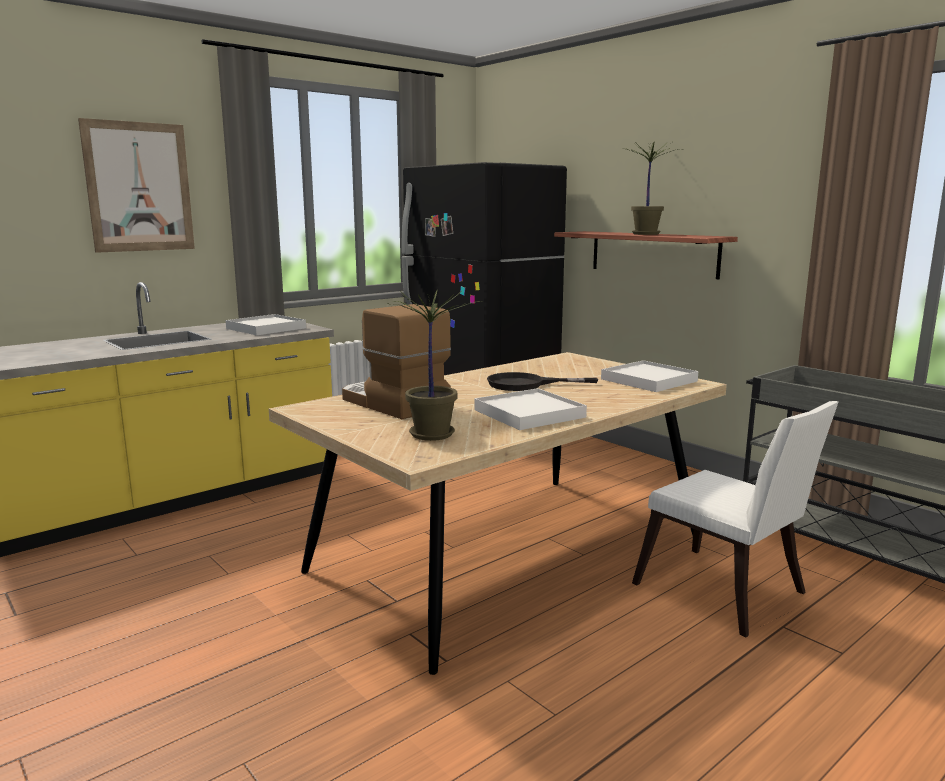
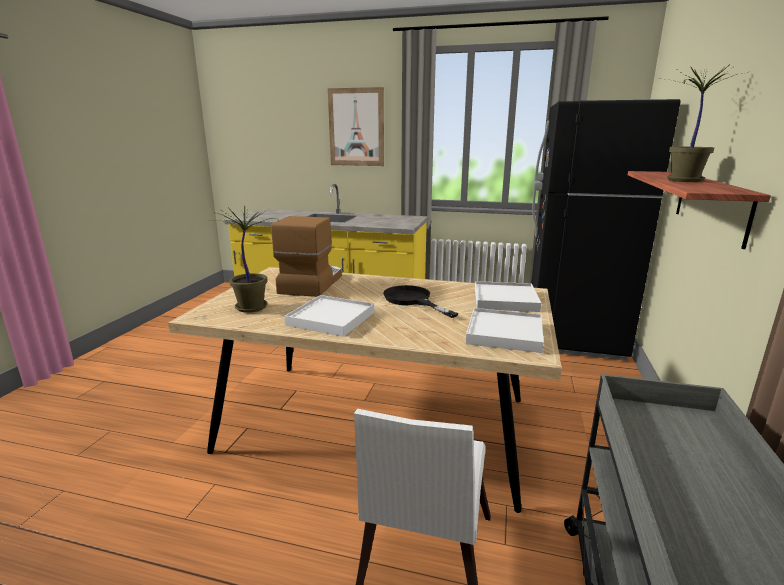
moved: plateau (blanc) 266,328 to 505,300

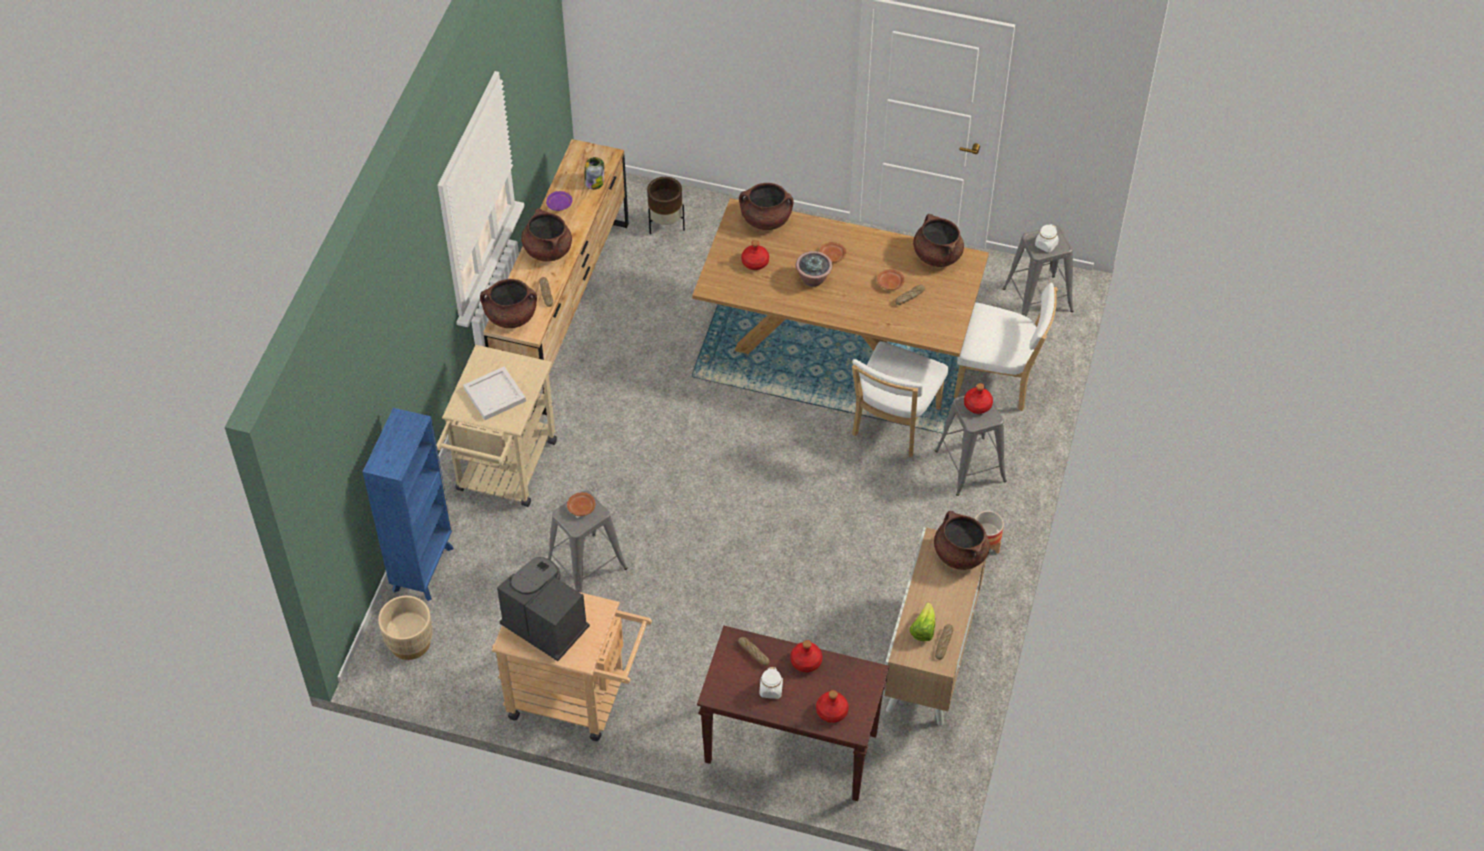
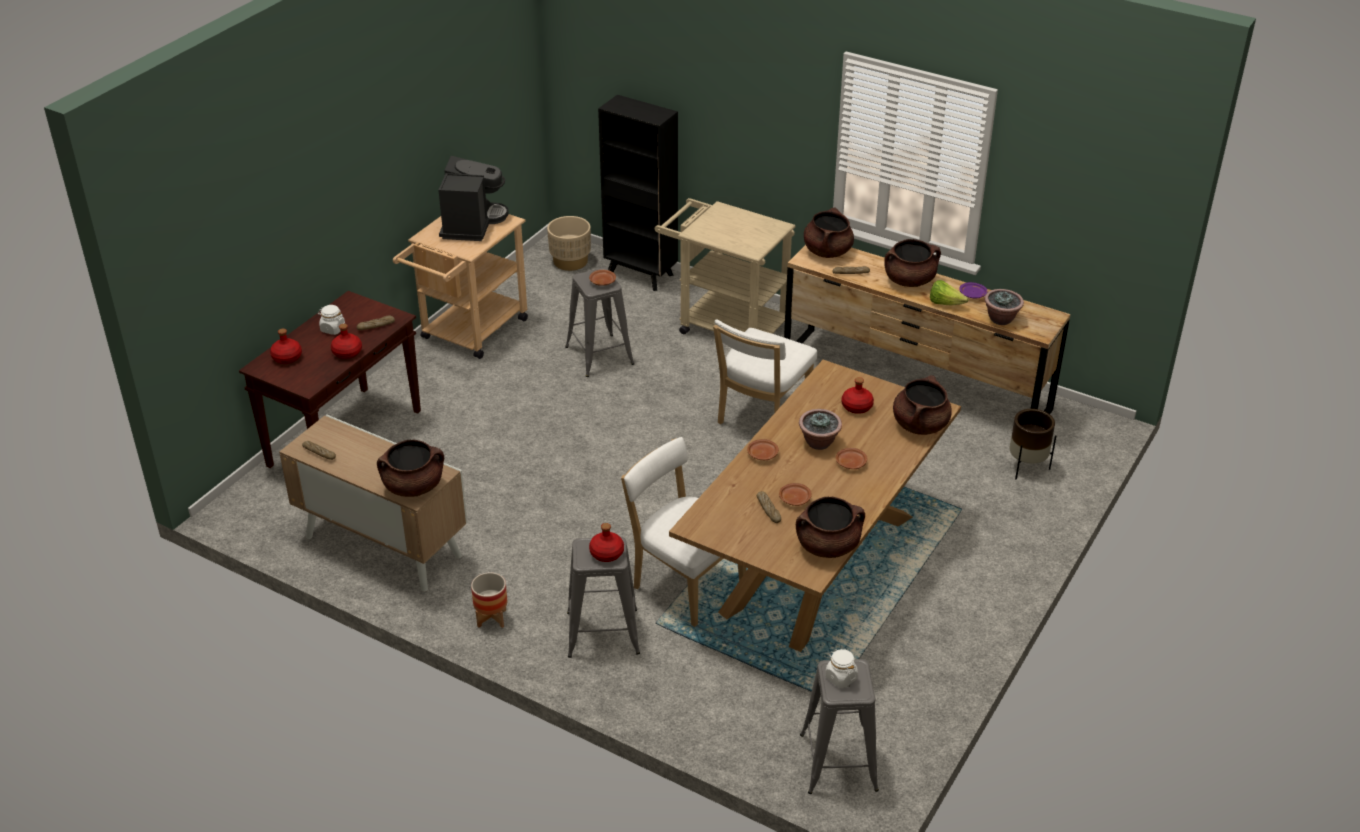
removed: plateau (blanc) 493,395
added: assiette (marron) 762,454
moved: chaise (blanc) 999,381 to 761,417; laitue 923,629 to 945,303
replaced: bocal 594,182 to plante en pot 1001,319
recoloured: bibliothèque (bleu) 424,567 to bibliothèque (noir) 641,275
turned: machine à café 545,623 = 471,223 45 degrees counterclockwise

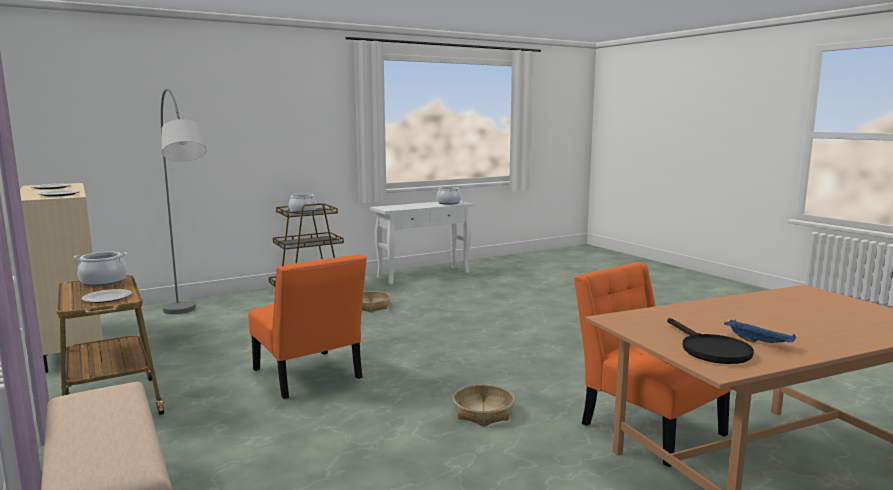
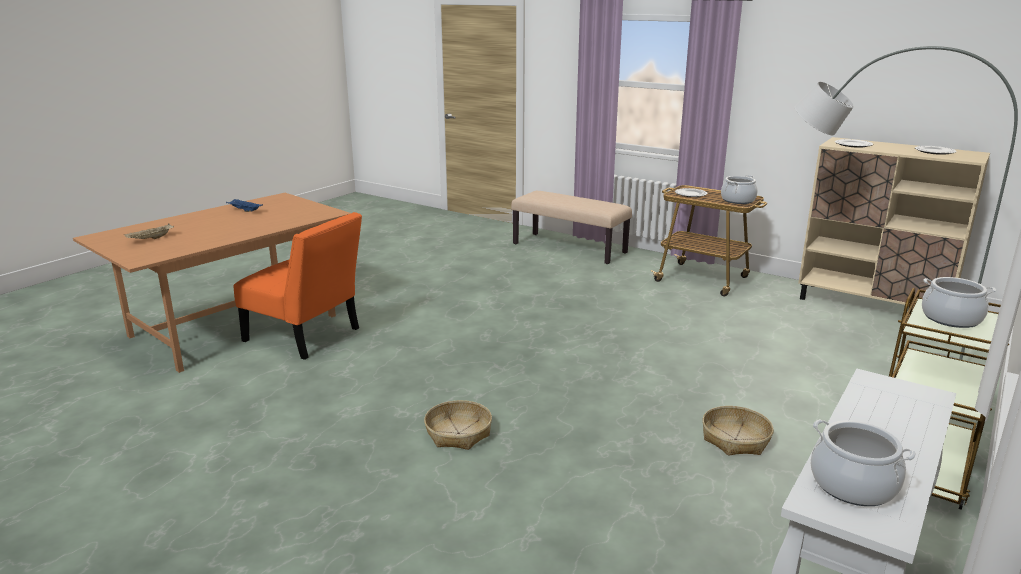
removed: chaise (orange) 309,376; poêle (noir) 709,350
added: plateau (beige) 150,239
moved: panier 483,413 to 458,433

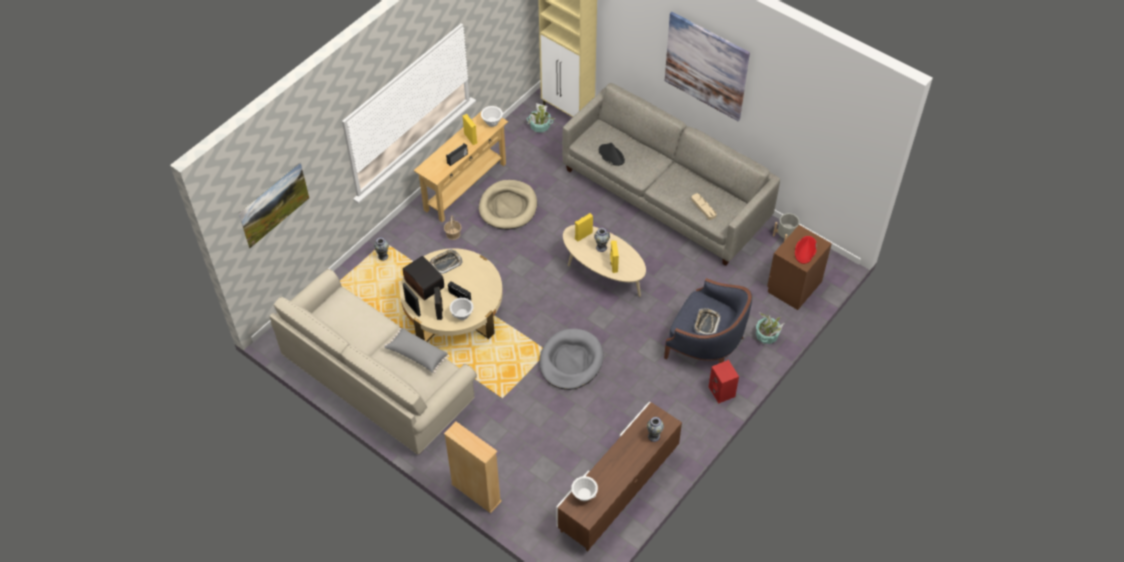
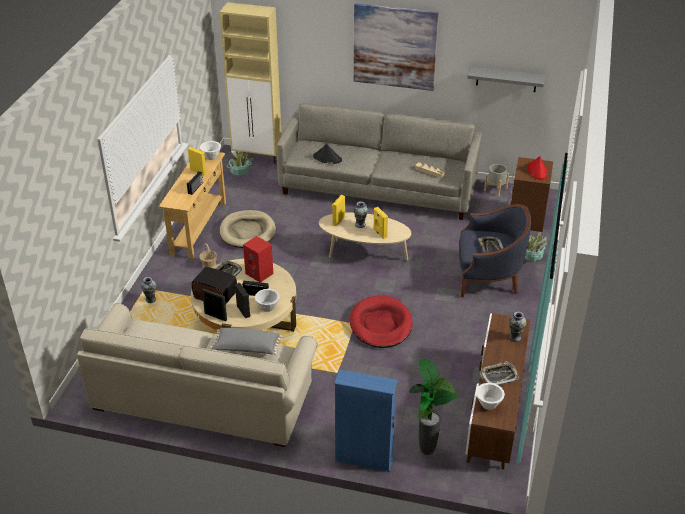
removed: tableau 277,214
added: plante en pot 427,450; étagère (gris) 506,79; plateau 499,376
moved: enceinte (rouge) 722,392 to 260,273
recoloured: bibliothèque (beige) 476,493 to bibliothèque (bleu) 364,459; panier pour chien (gris) 571,361 to panier pour chien (rouge) 381,324

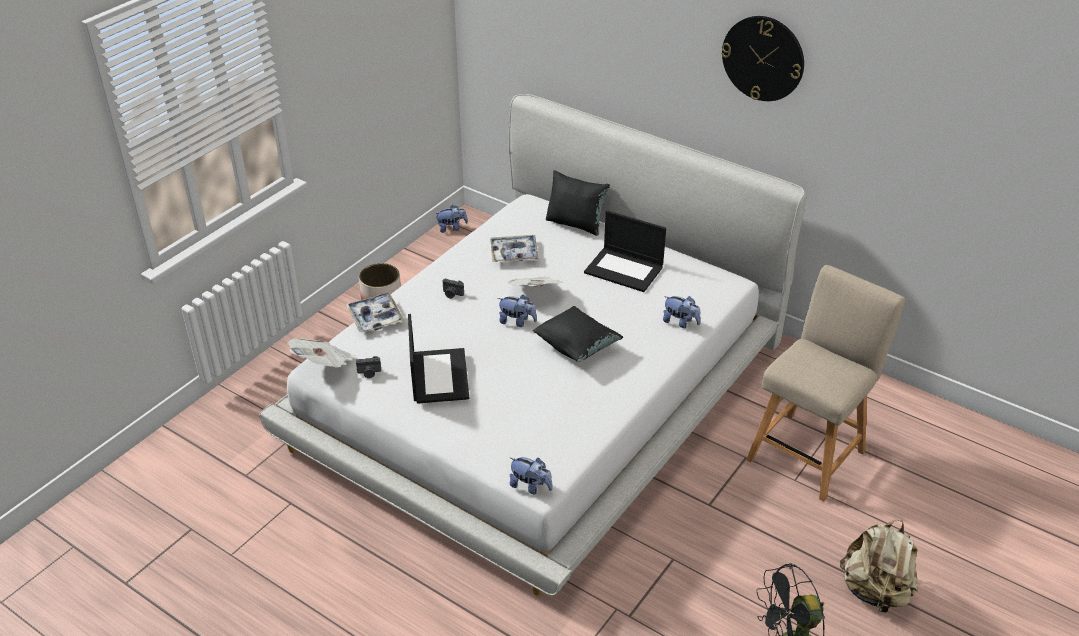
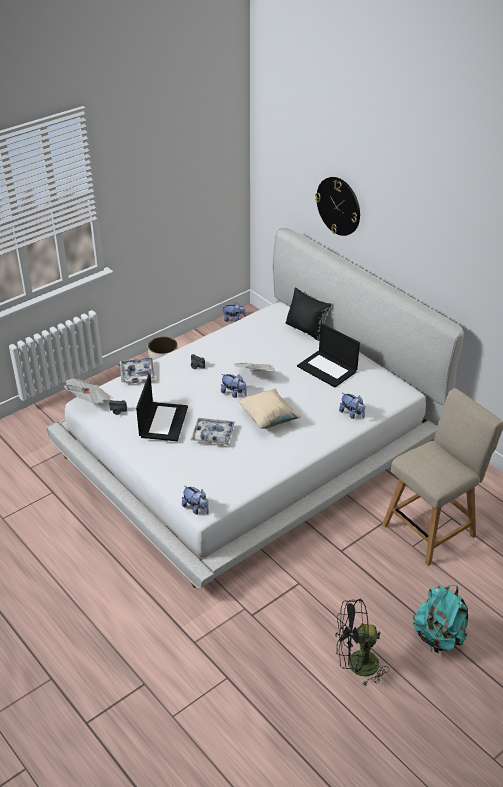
moved: plateau 514,253 to 213,435; horloge murale 763,58 to 338,206
recoloured: coussin (noir) 576,347 to coussin (beige) 268,419; sac à dos (beige) 875,591 to sac à dos (turquoise) 438,637

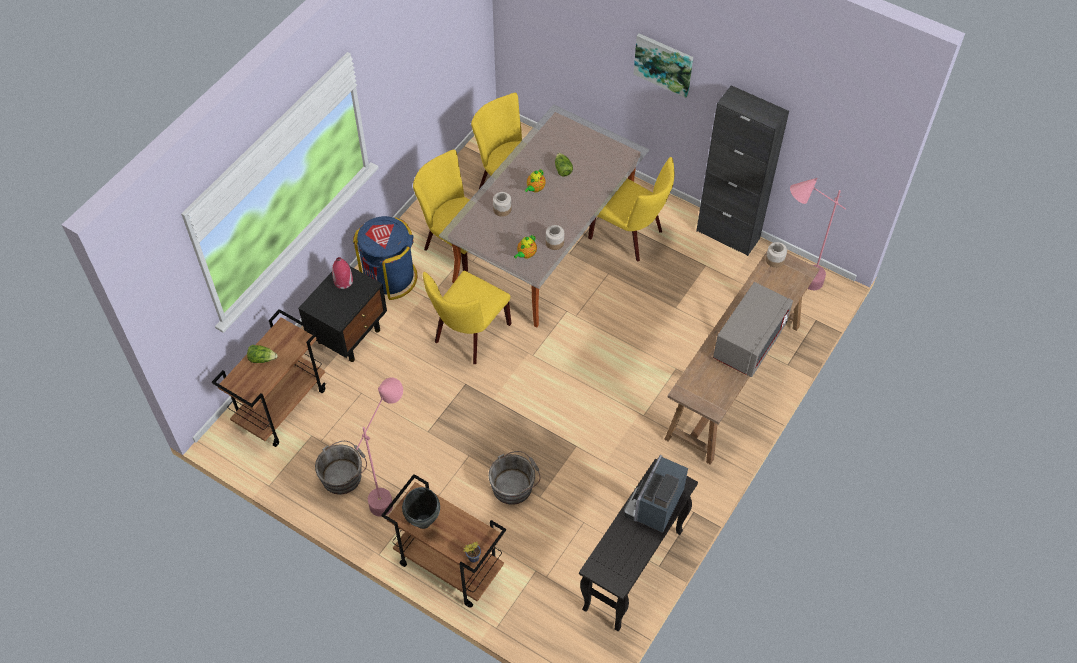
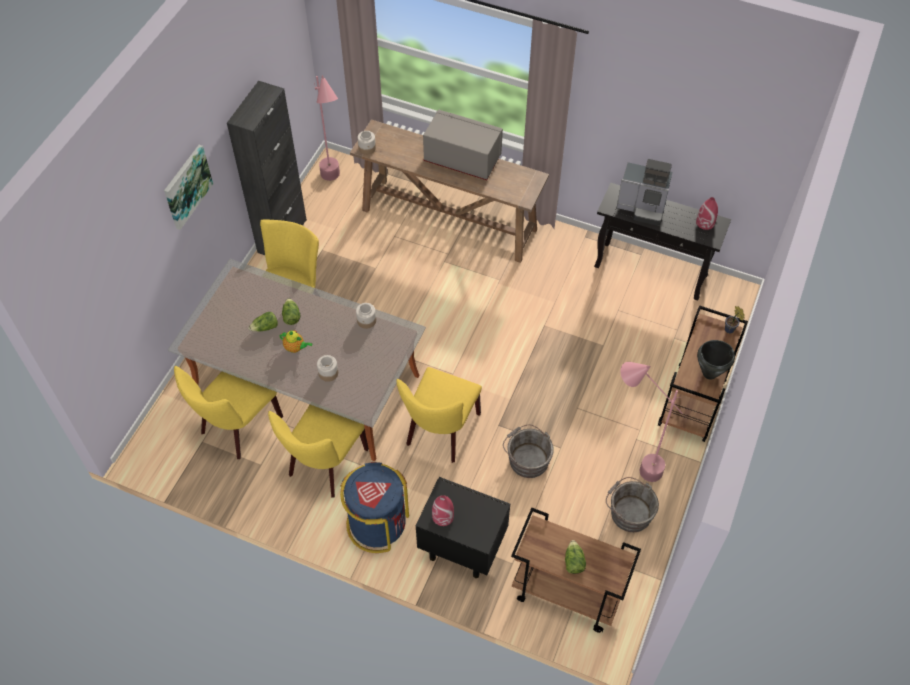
removed: théière 526,254
added: laitue 291,316; vase (rouge) 705,222
moved: seau (gris) 514,485 to 527,458
turned: chaise (jaune) 469,335 = 440,432 90 degrees clockwise

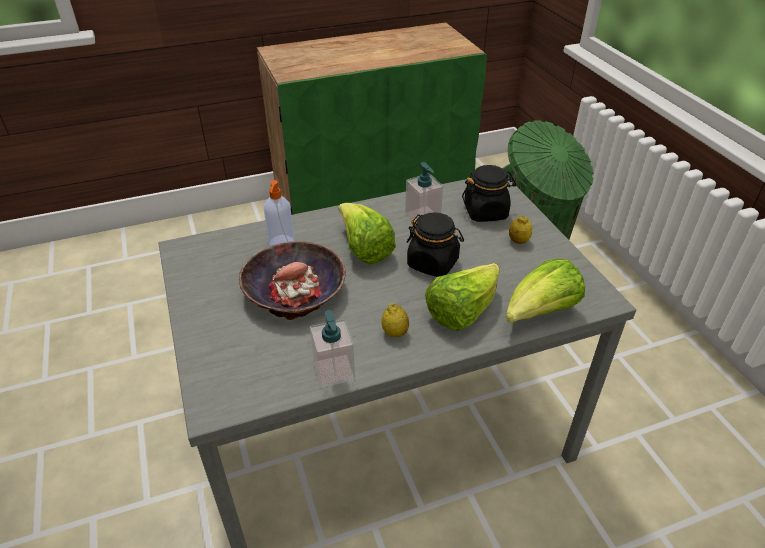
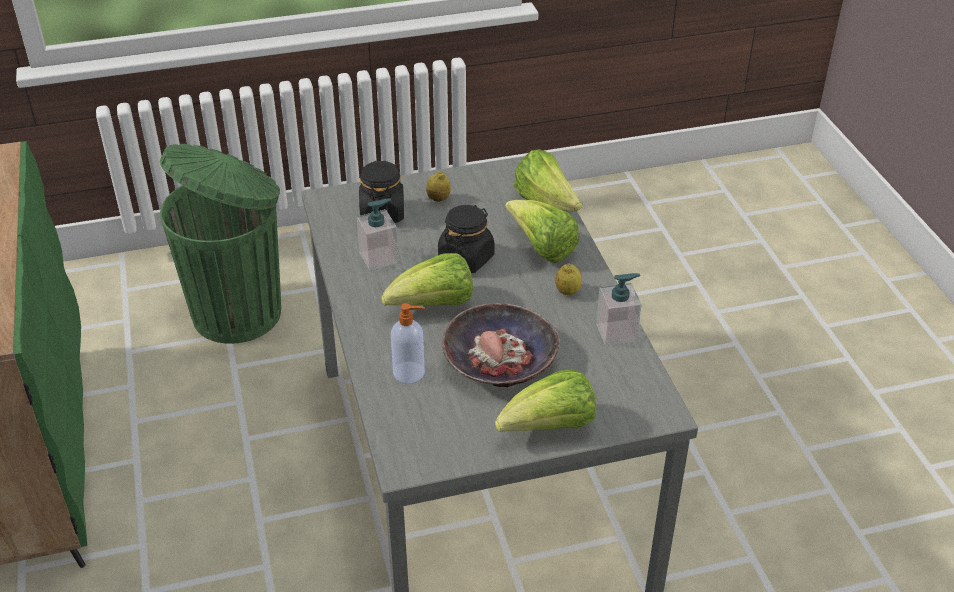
added: laitue 550,427

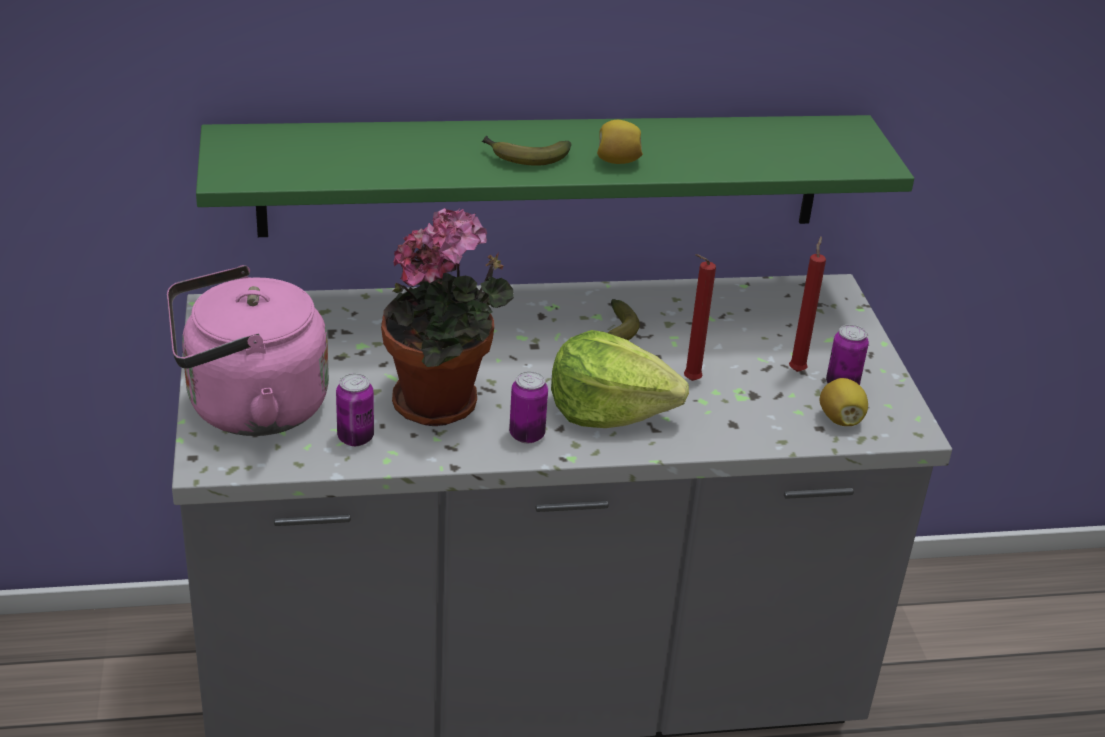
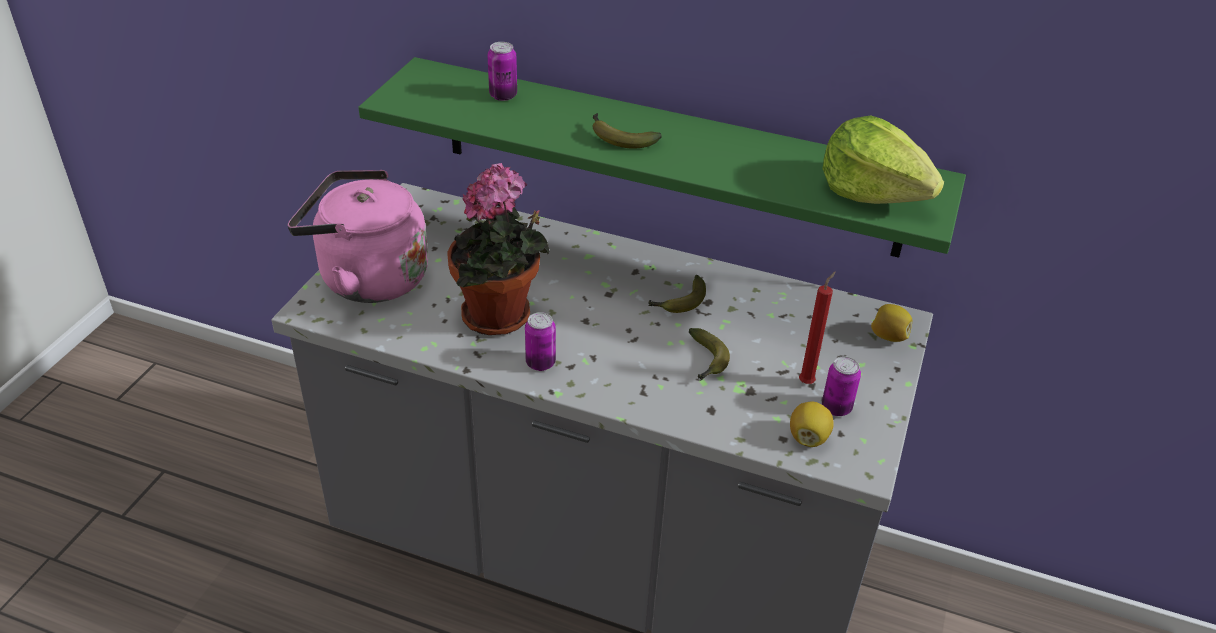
moved: boîte métallique 355,438 to 503,95; laitue 609,410 to 872,192; citron 617,161 to 888,336
replaced: bougie (rouge) 689,381 to banane 706,361

